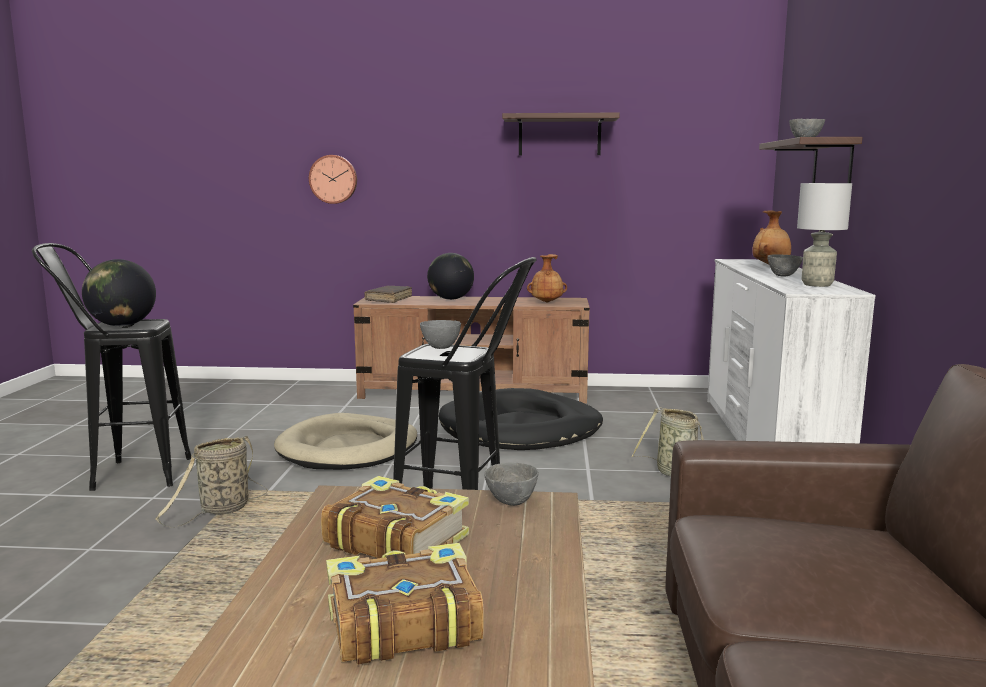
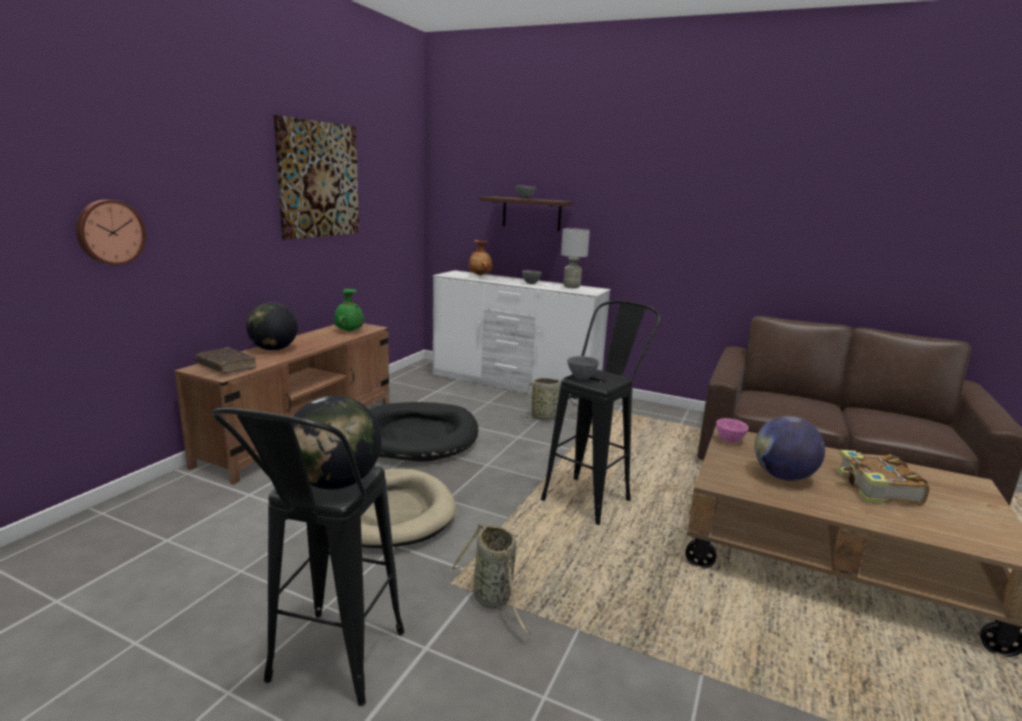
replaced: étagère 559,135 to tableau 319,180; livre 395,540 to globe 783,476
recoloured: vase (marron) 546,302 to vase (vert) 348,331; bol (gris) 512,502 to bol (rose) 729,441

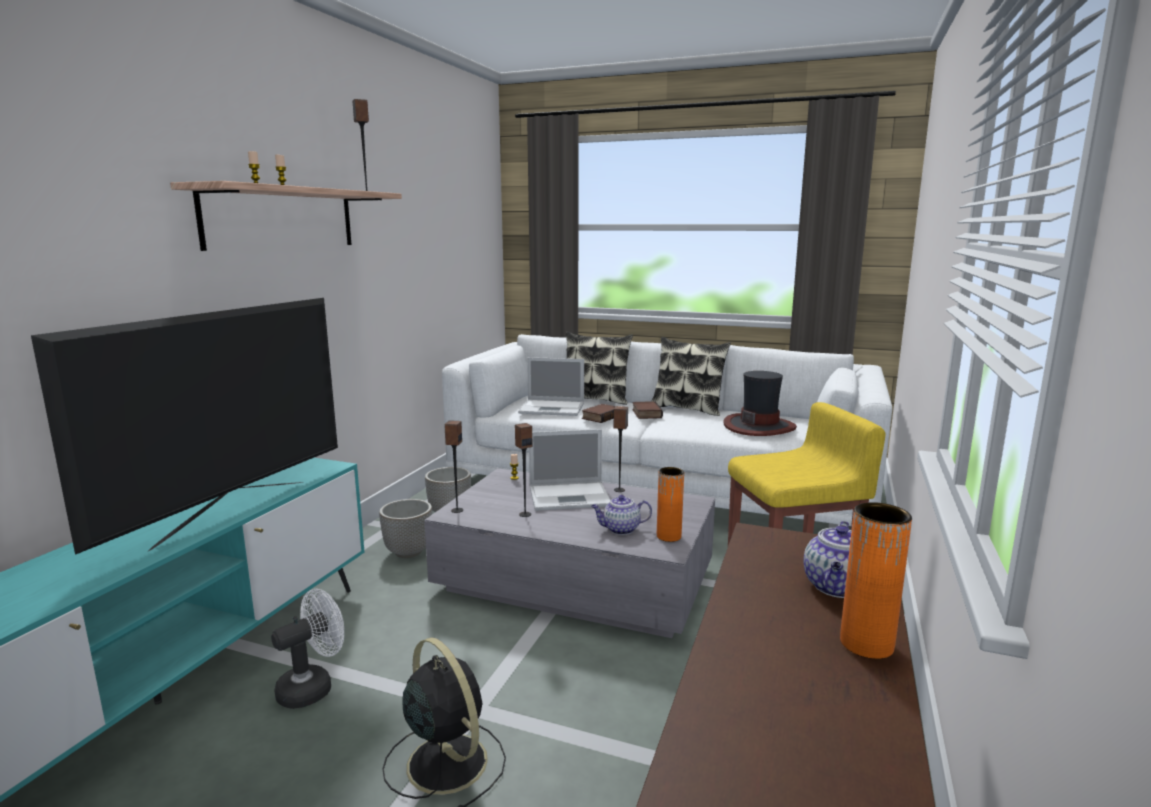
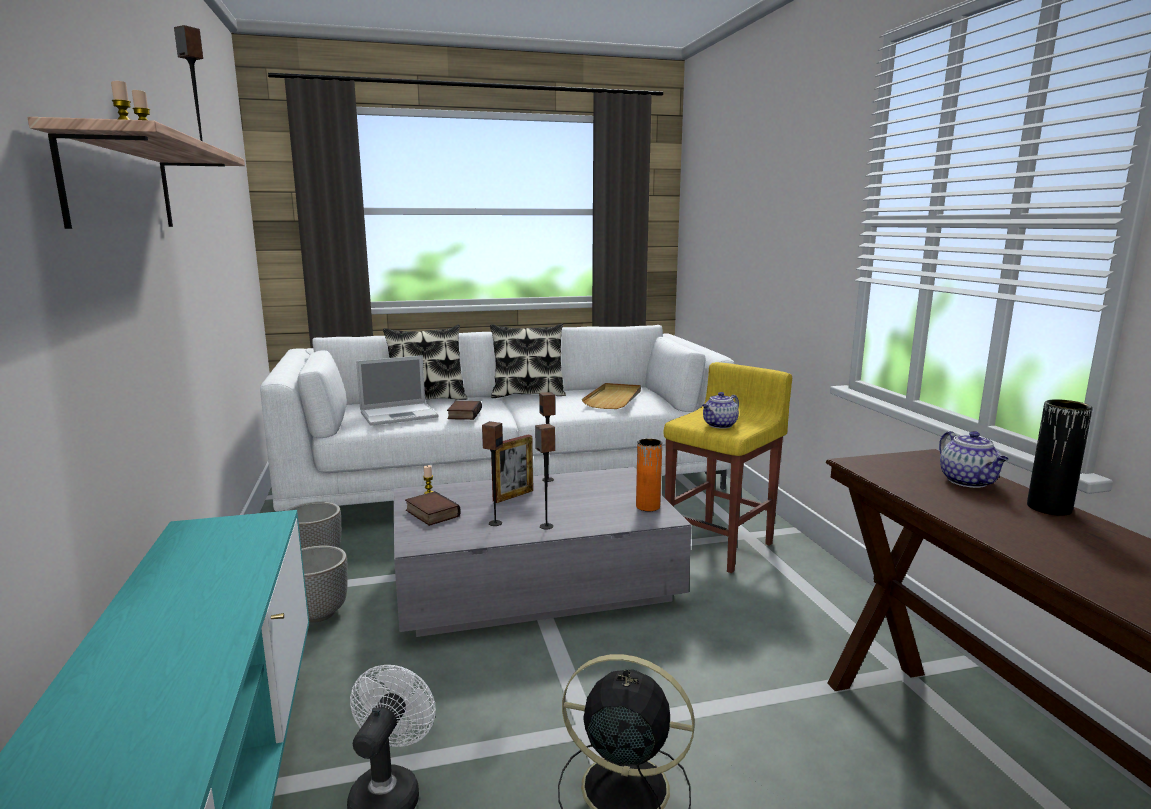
removed: téléviseur 233,512
moved: livre 645,413 to 430,513; enceinte 457,510 to 546,526; théière 620,529 to 719,425
replaced: ordinateur portable 571,496 to cadre photo 513,496; chapeau 759,426 to plateau (beige) 614,399
recoloured: vase (orange) 866,644 to vase (noir) 1049,508

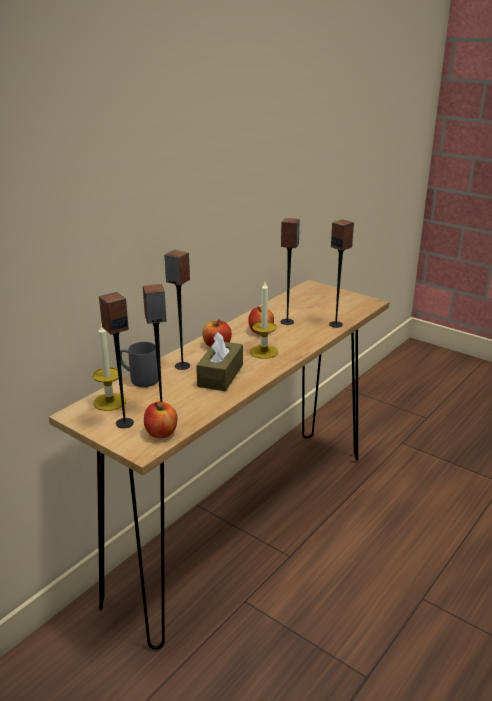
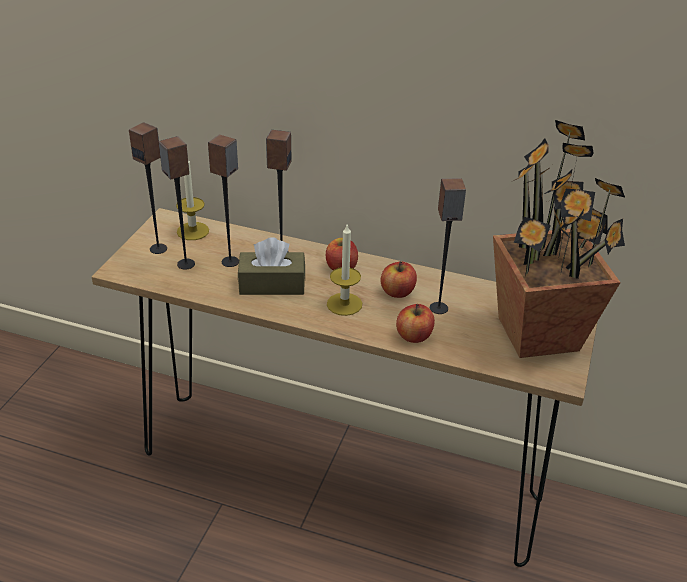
removed: mug (gris) 138,379
added: plante en pot 539,335
moved: enceinte 336,324 to 230,262; pomme 161,433 to 414,336

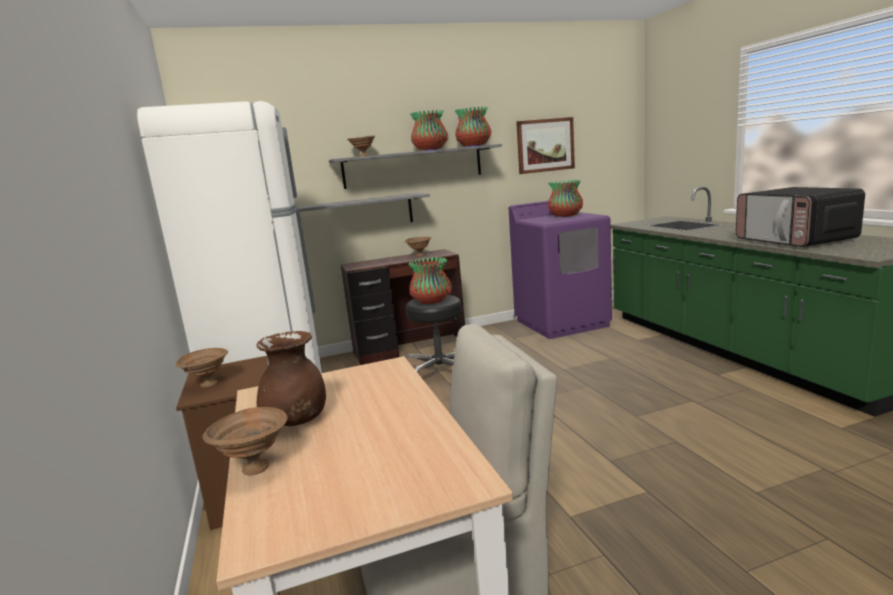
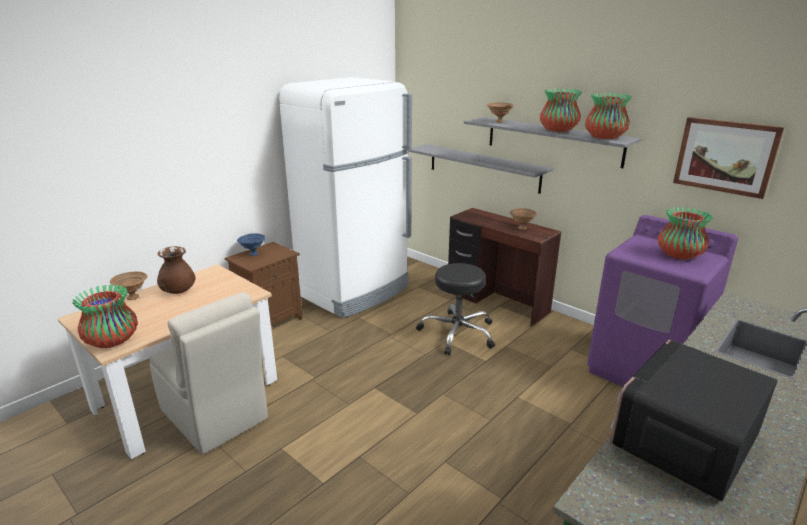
moved: vase 431,301 to 112,340
recoloured: bol (marron) 208,384 to bol (bleu) 252,254

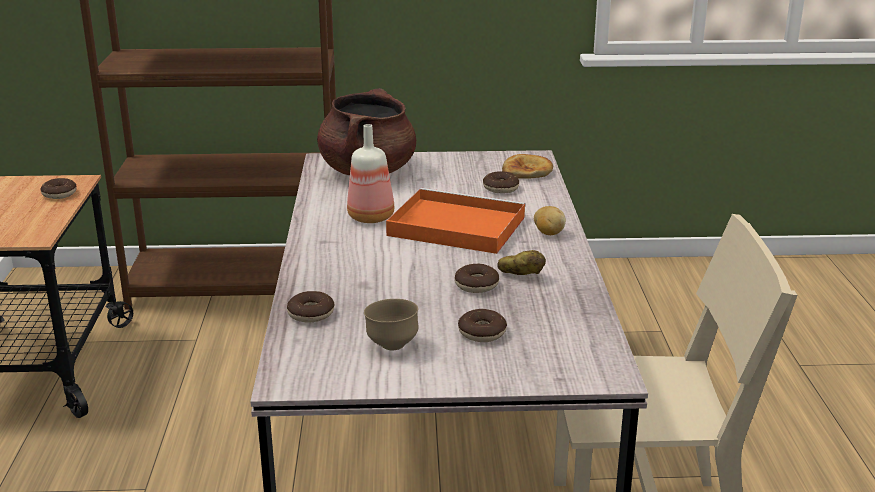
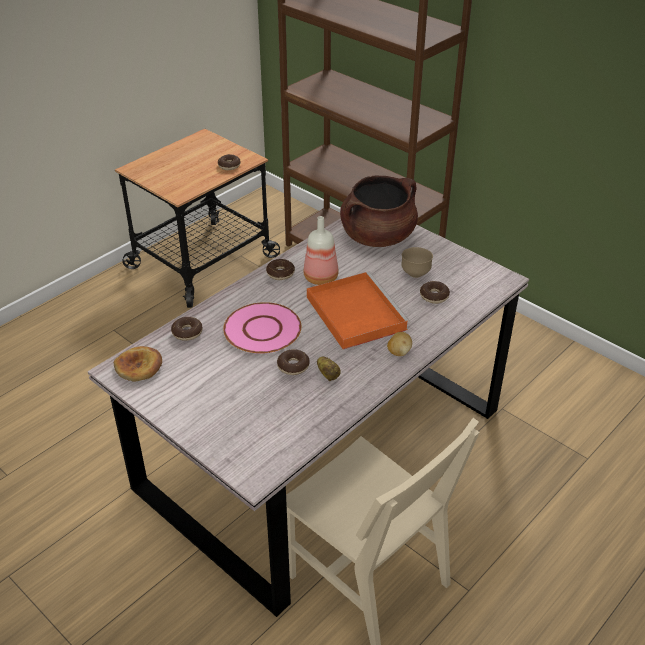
added: assiette (rose) 263,329
moved: pain 527,171 to 139,366; beignet 482,333 to 280,273; bol (marron) 391,345 to 415,274

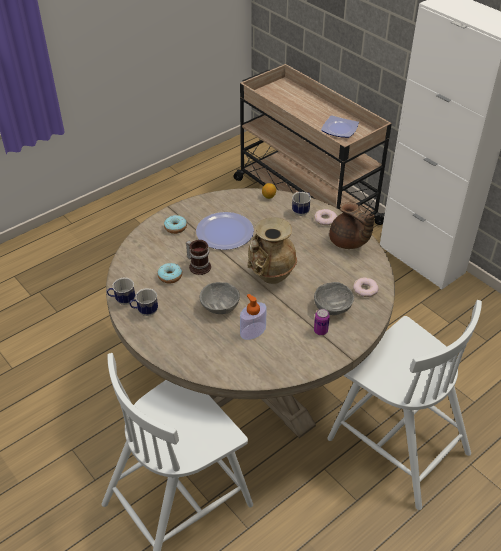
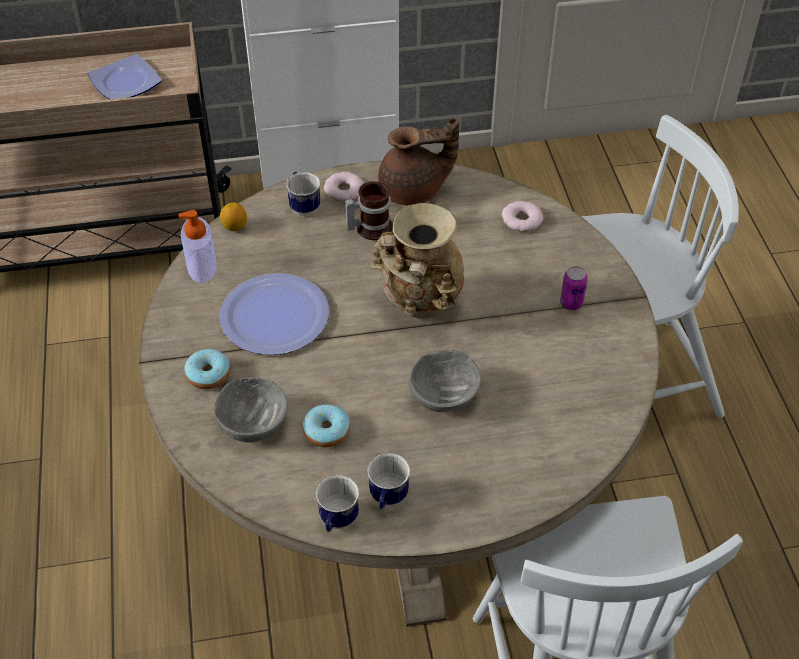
moved: distributeur de savon 253,331 to 202,267; bol (gris) 332,307 to 253,423; mug 199,265 to 370,227

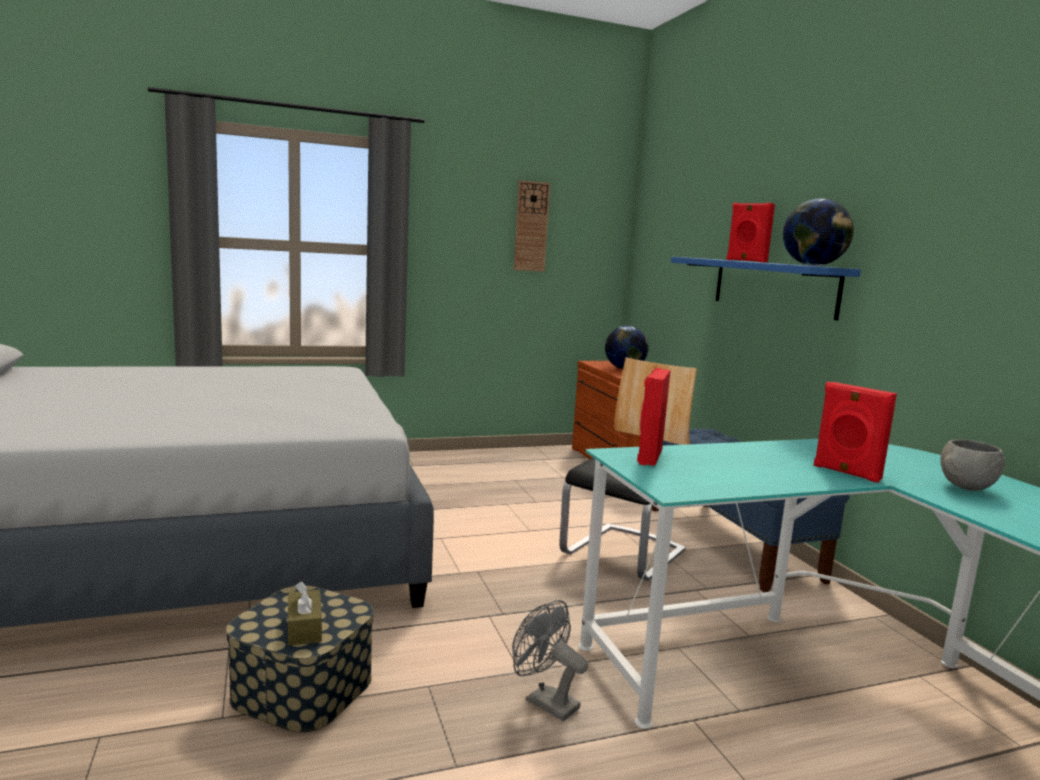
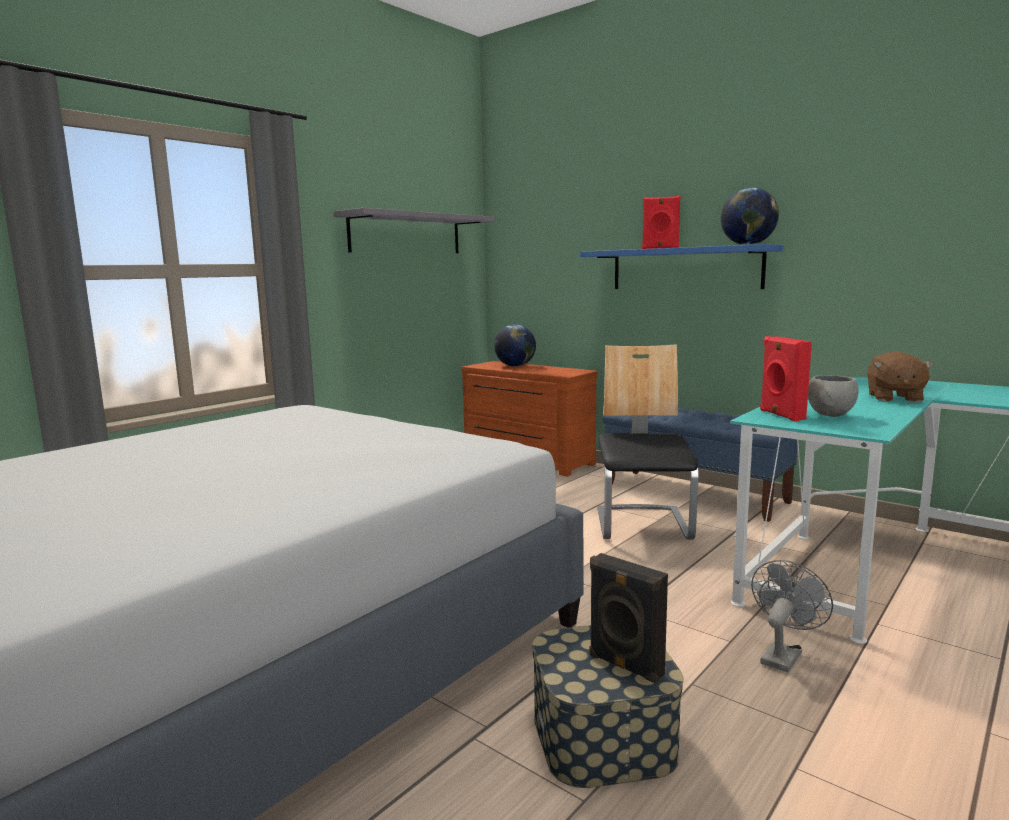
moved: bol (gris) 965,488 to 830,416
replaced: horloge murale 531,226 to étagère (gris) 406,234; boîte à mouchoirs (marron) 304,628 to enceinte (noir) 624,666; enceinte (rouge) 846,473 to peluche (marron) 894,398
turned: ventilateur (gris) 544,701 = 782,655 120 degrees clockwise

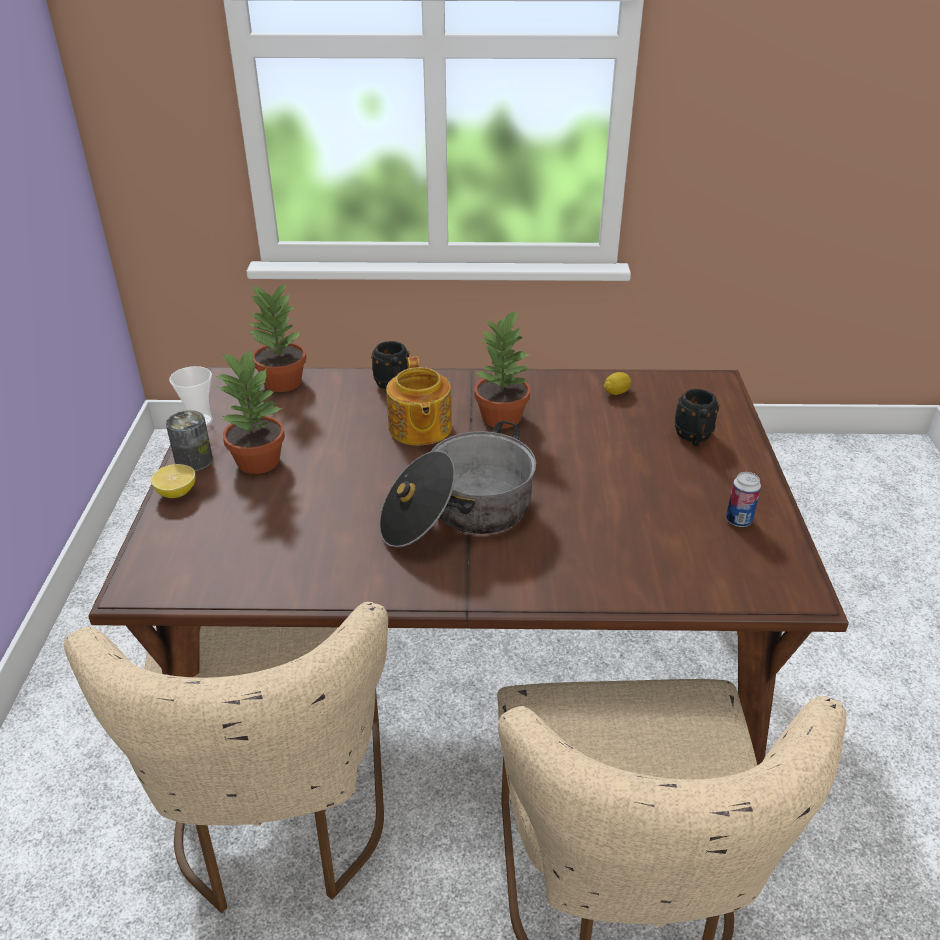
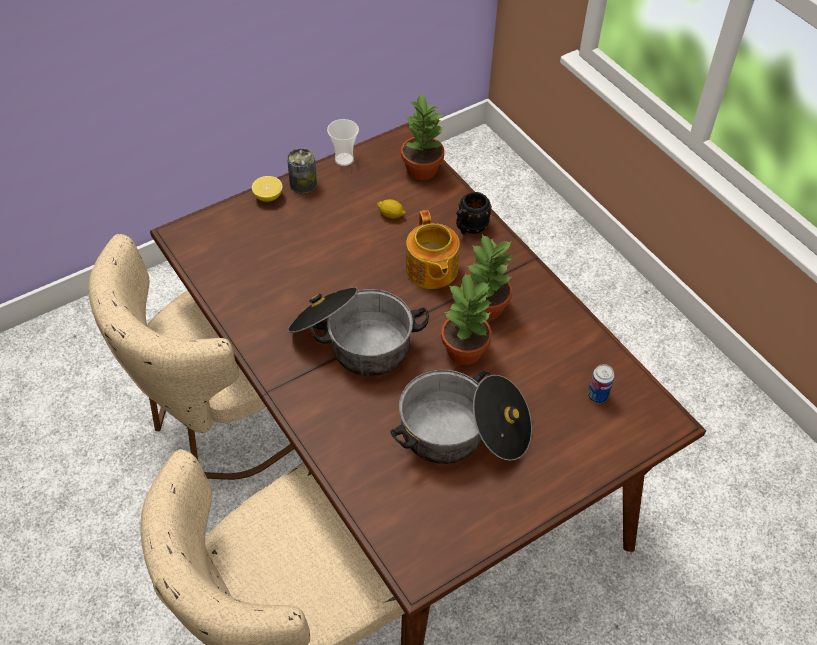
removed: mug (noir) 693,438
added: marmite 463,433
moved: citron 616,392 to 391,215; plante en pot 258,460 to 465,350; boîte métallique 738,520 to 597,396
turned: théière 419,428 = 431,270 60 degrees counterclockwise

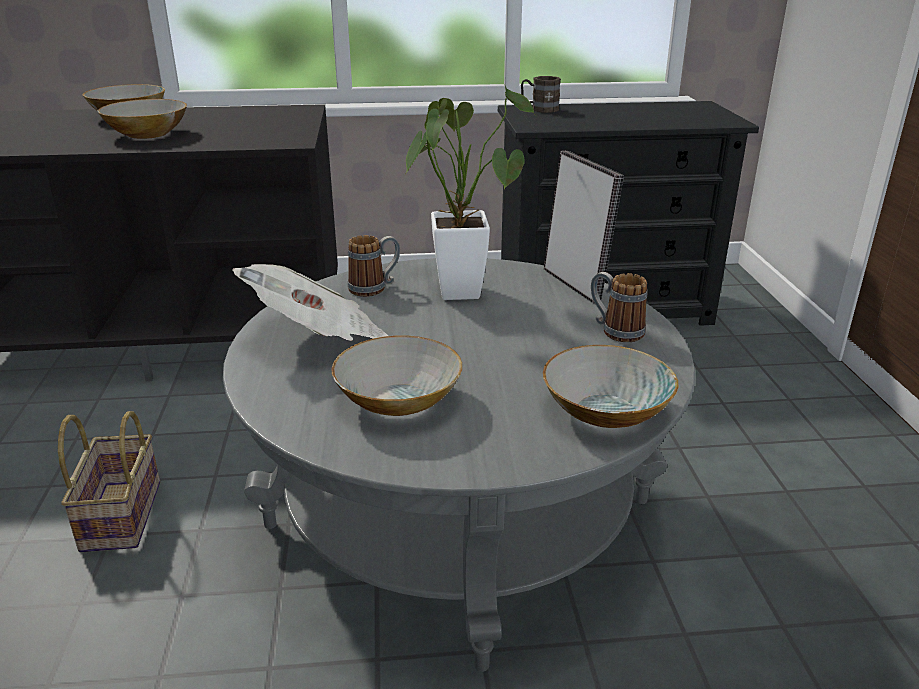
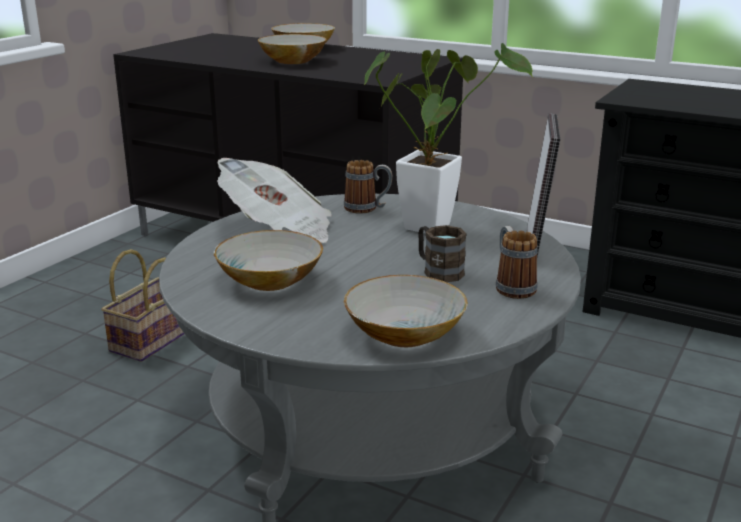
moved: mug (marron) 539,109 to 438,271

